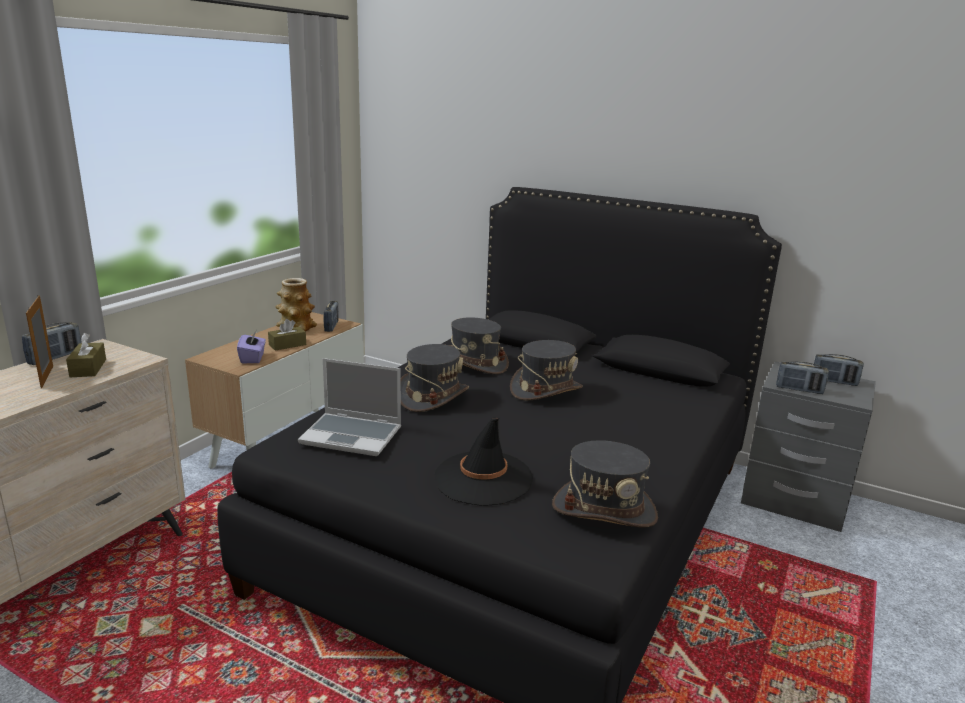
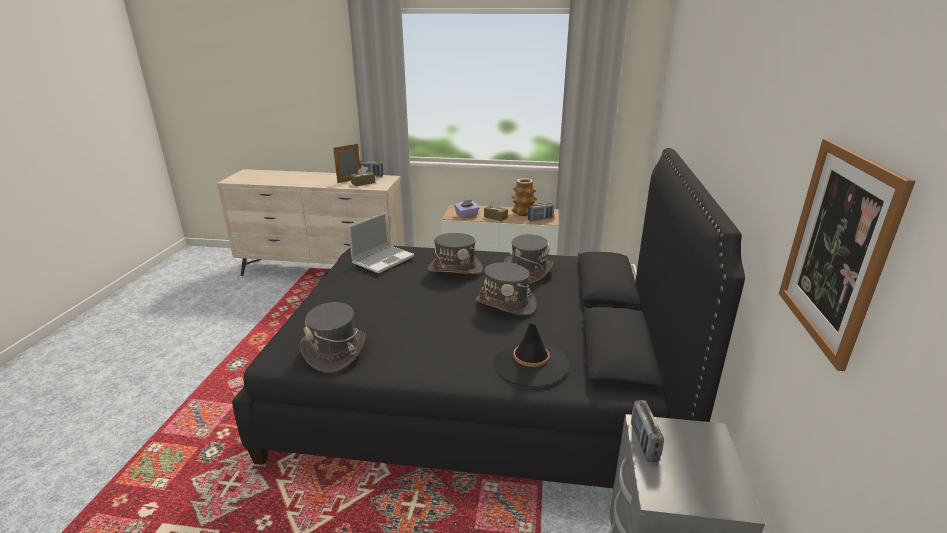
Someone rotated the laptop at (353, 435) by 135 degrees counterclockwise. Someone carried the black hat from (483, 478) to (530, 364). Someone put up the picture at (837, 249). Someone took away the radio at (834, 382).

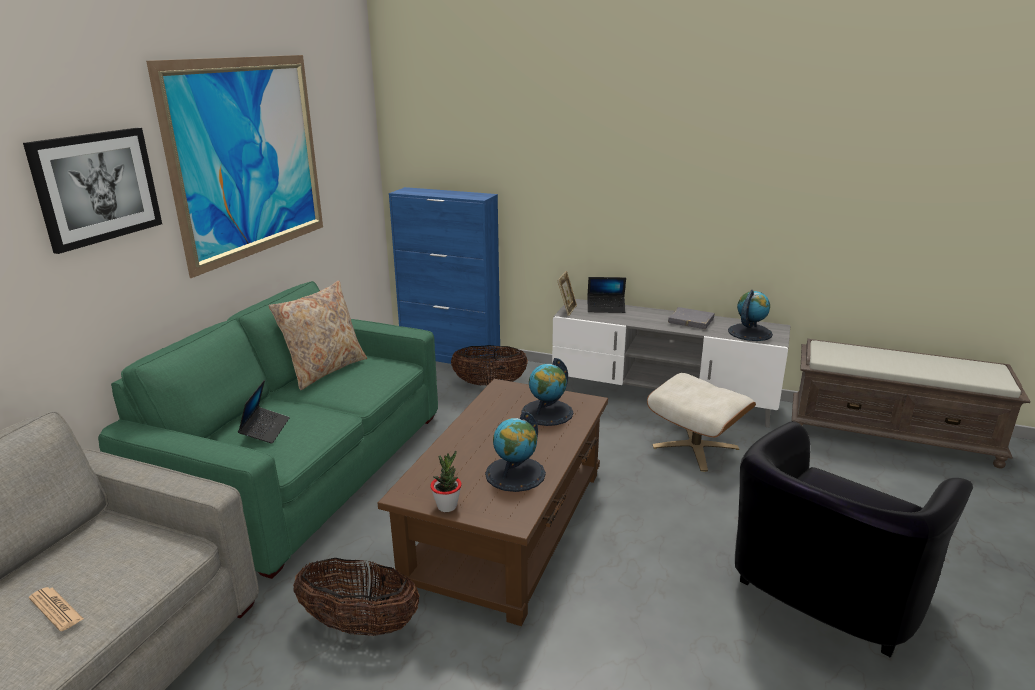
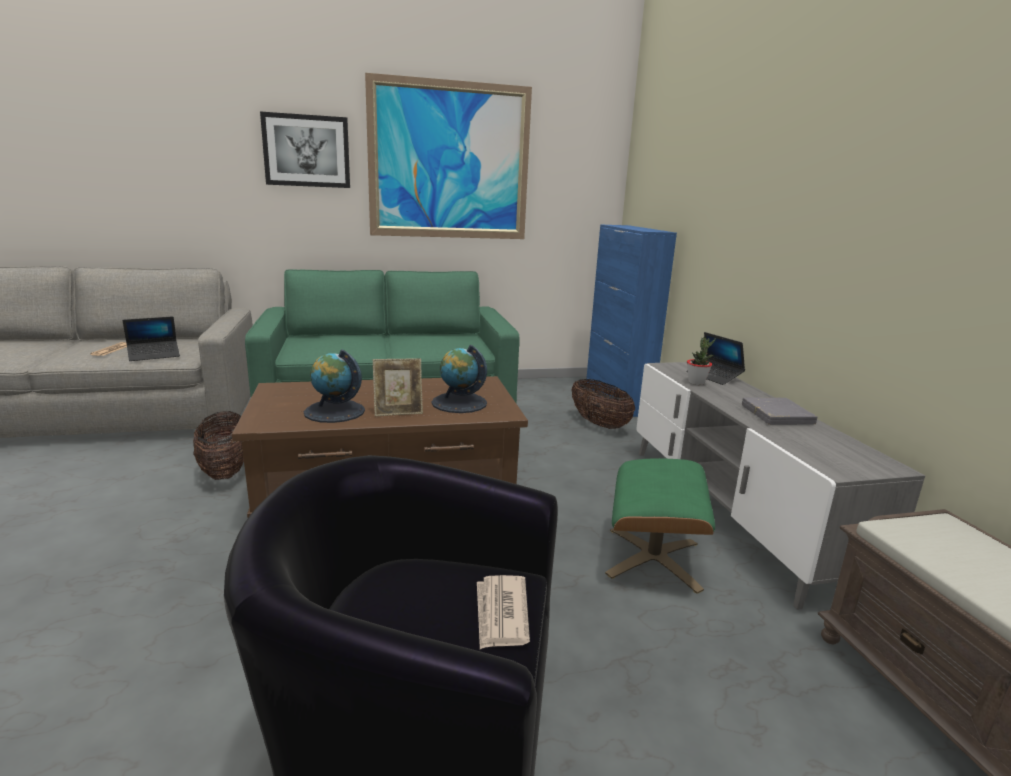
Someone carried the laptop from (265, 430) to (154, 355). Someone carried the picture frame from (567, 310) to (398, 412). Someone put down the newspaper at (501, 614). Someone repainted the beige ottoman at (696, 447), which became the green ottoman at (654, 558). Someone carried the potted plant from (447, 506) to (696, 382). Someone took away the beige pillow at (325, 370). Someone took away the globe at (749, 332).

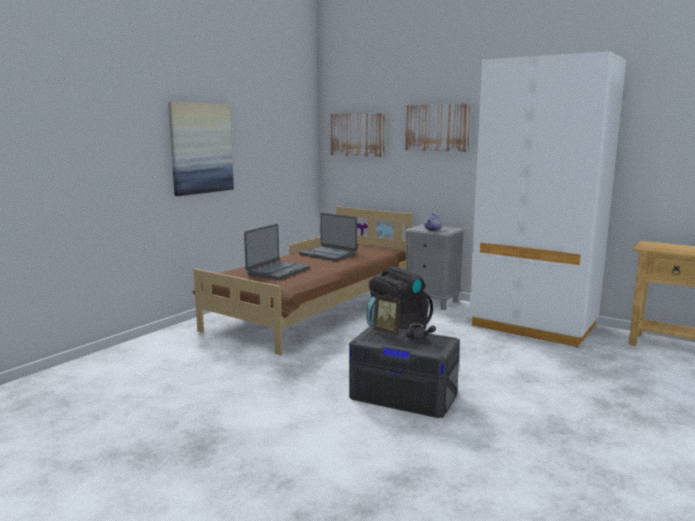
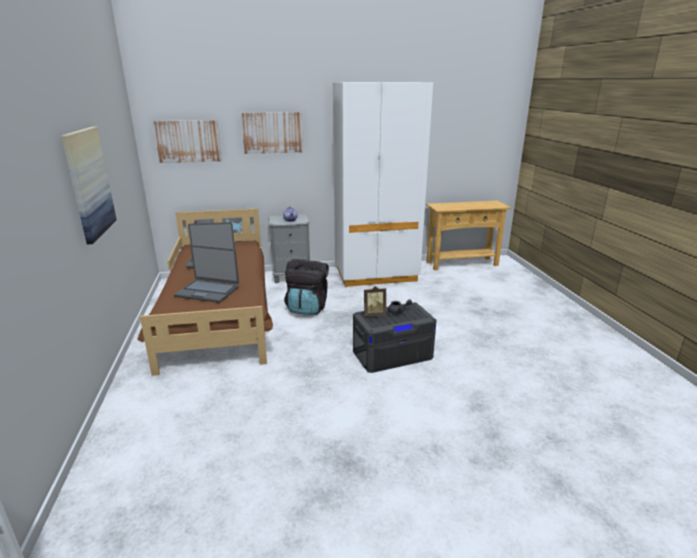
Someone rotated the laptop at (277, 271) by 120 degrees clockwise.

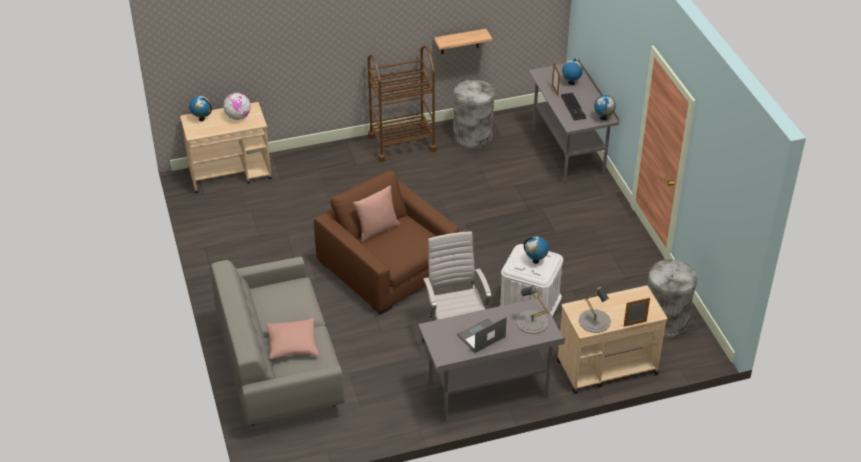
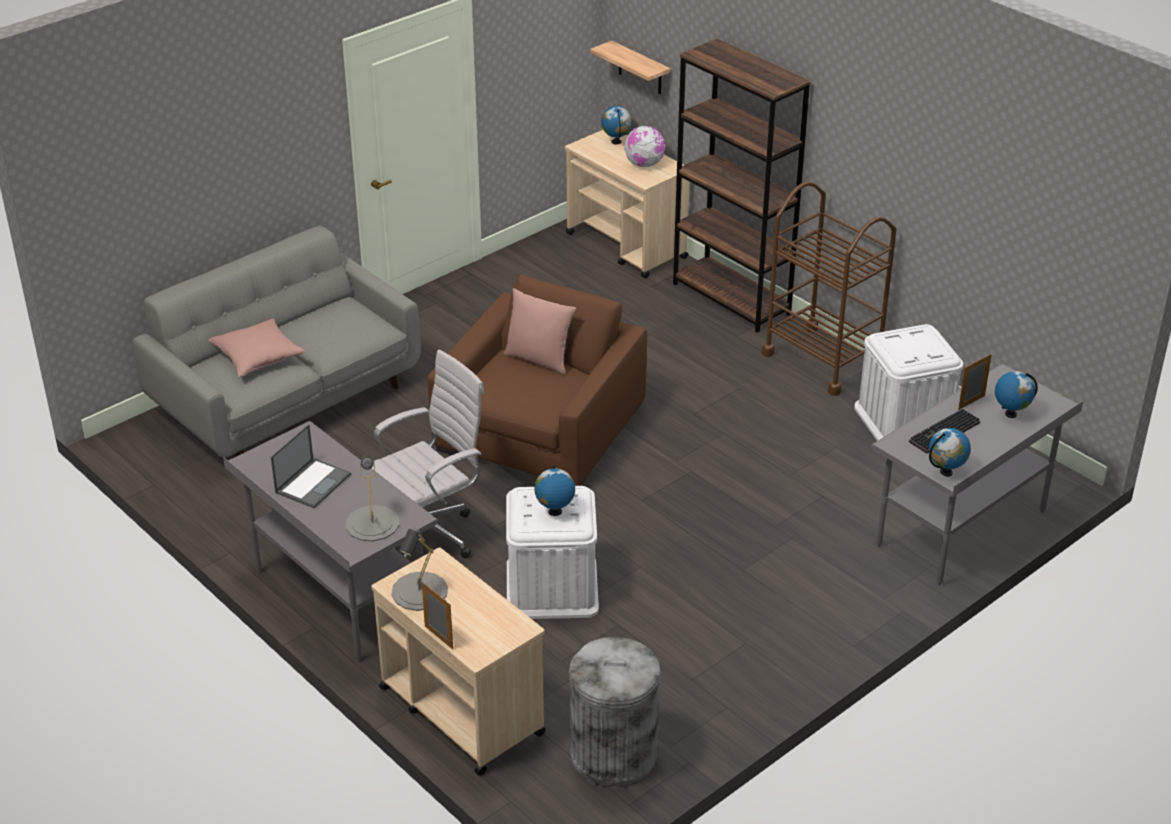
Someone rotated the laptop at (481, 336) by 90 degrees clockwise. Someone carried the shelf from (460, 41) to (640, 69). Someone put down the brown bookcase at (731, 299). Someone swapped the grey trash can at (473, 136) for the white storage box at (904, 420).

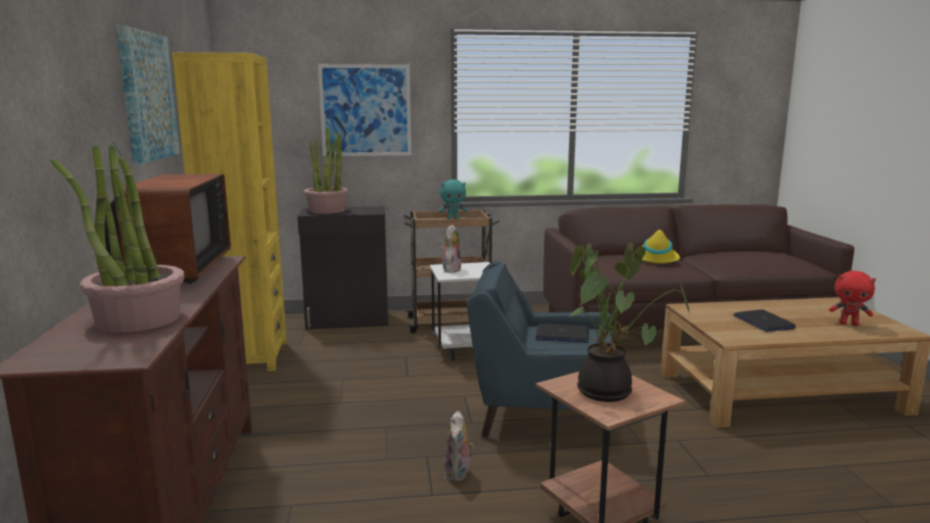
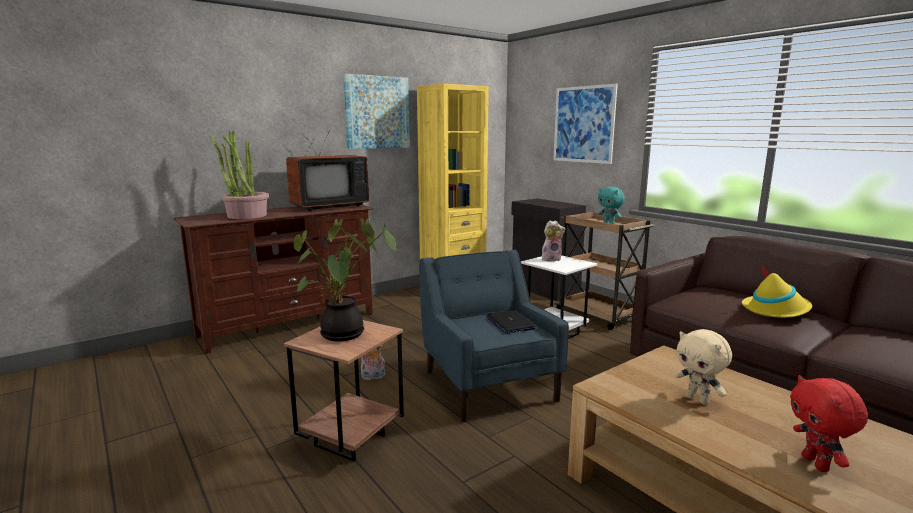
Someone swapped the laptop at (763, 322) for the beige plush toy at (698, 400). Someone took away the potted plant at (327, 210).

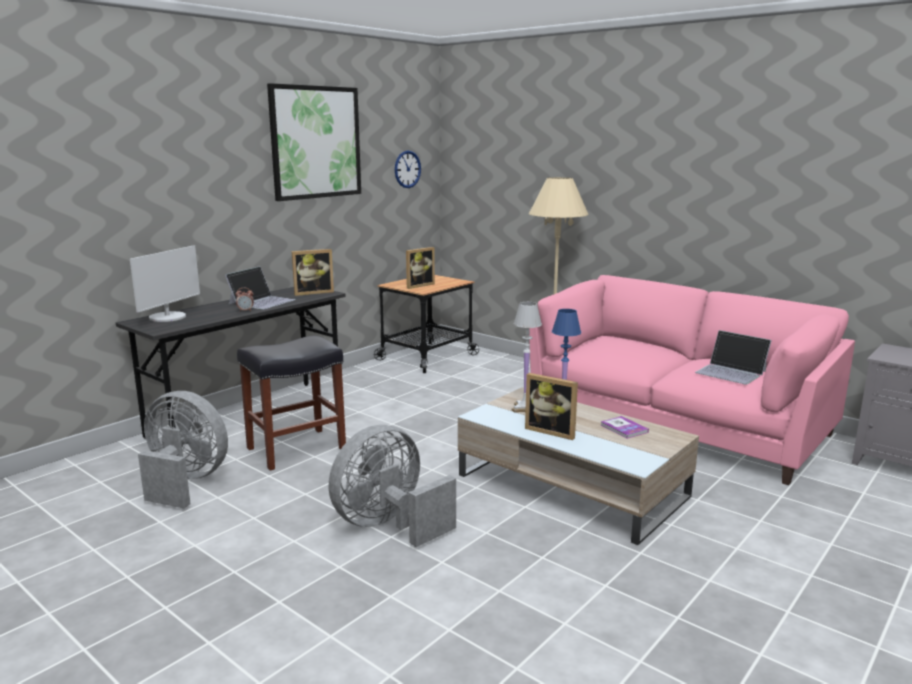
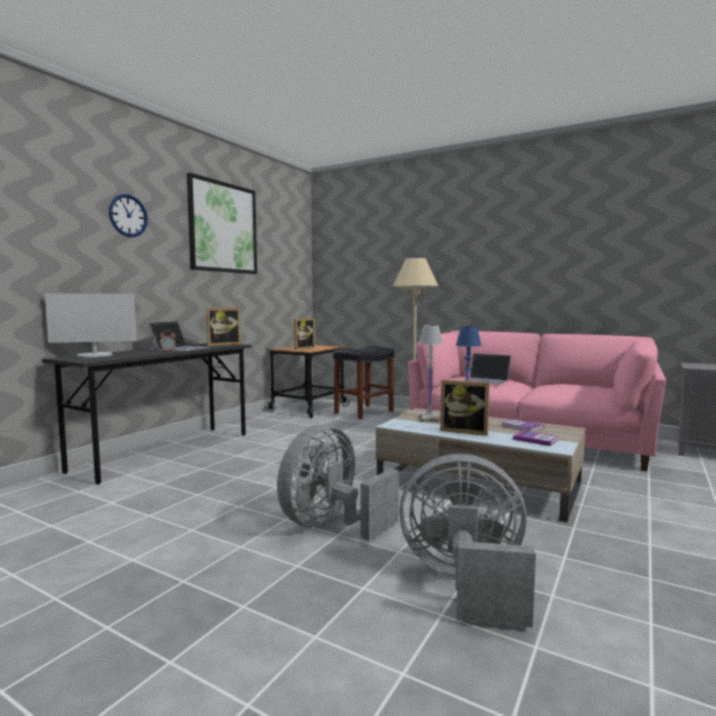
Someone rotated the monitor at (168, 317) by 60 degrees clockwise. Someone carried the wall clock from (407, 169) to (128, 215). Someone carried the black stool from (295, 449) to (363, 412). Someone carried the grey fan from (185, 482) to (465, 583). Someone carried the laptop from (731, 372) to (486, 380). Someone put down the book at (535, 439).

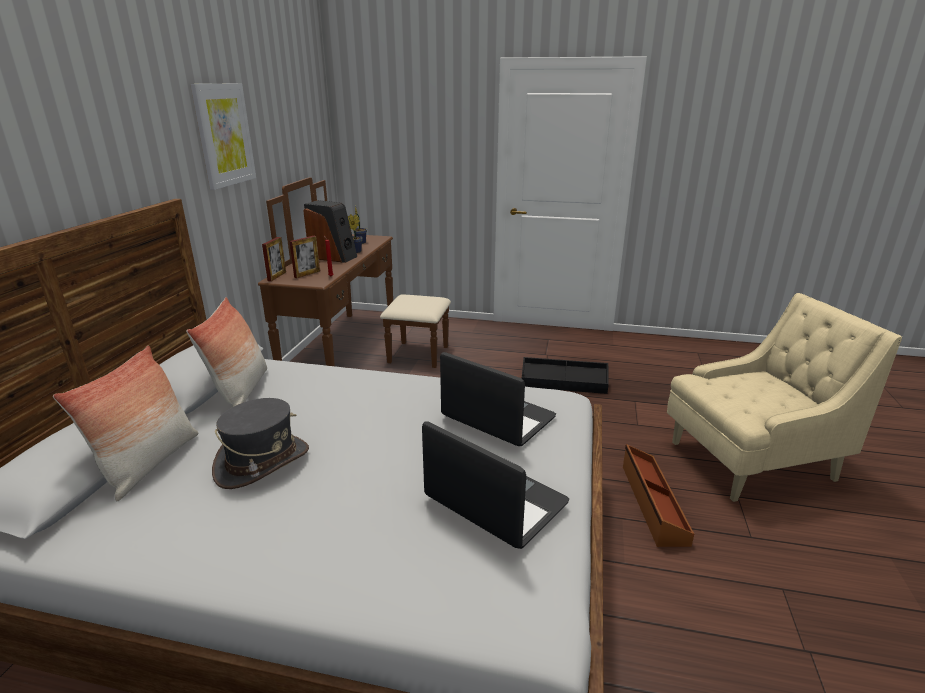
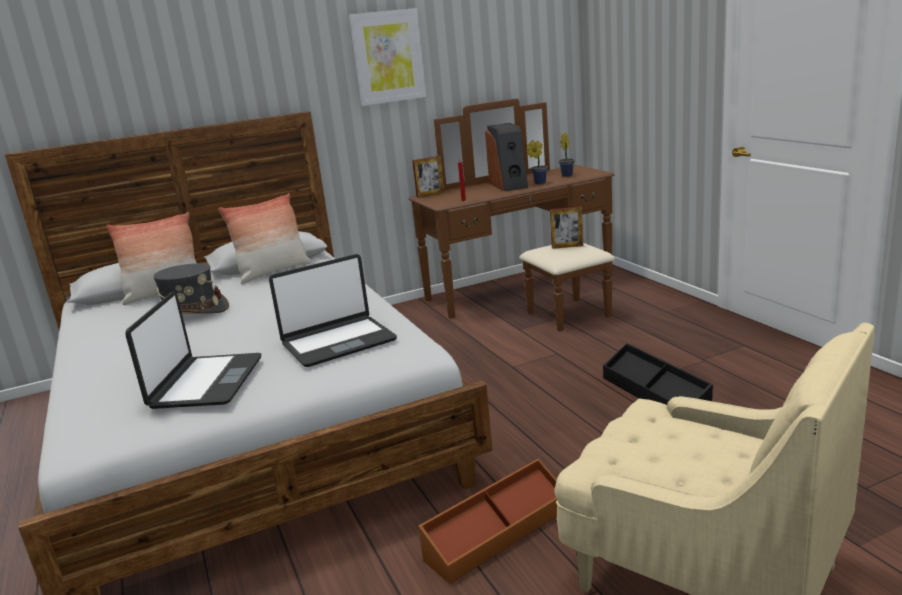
Someone rotated the laptop at (497, 418) by 60 degrees clockwise. Someone carried the picture frame from (307, 274) to (567, 246).

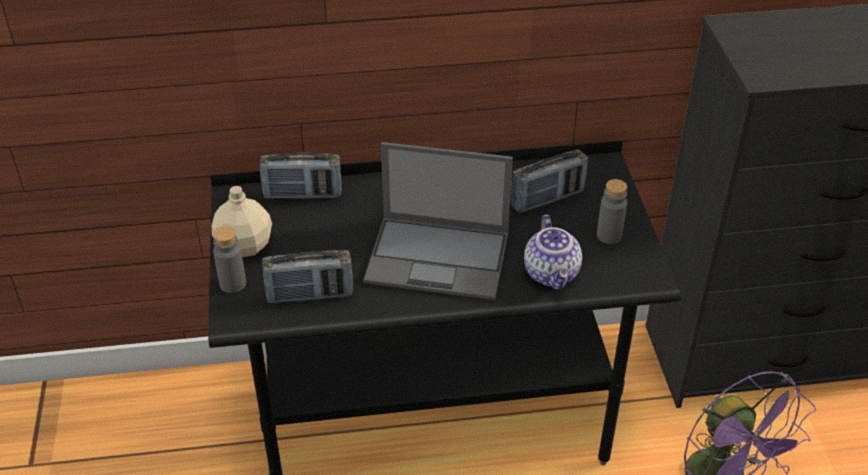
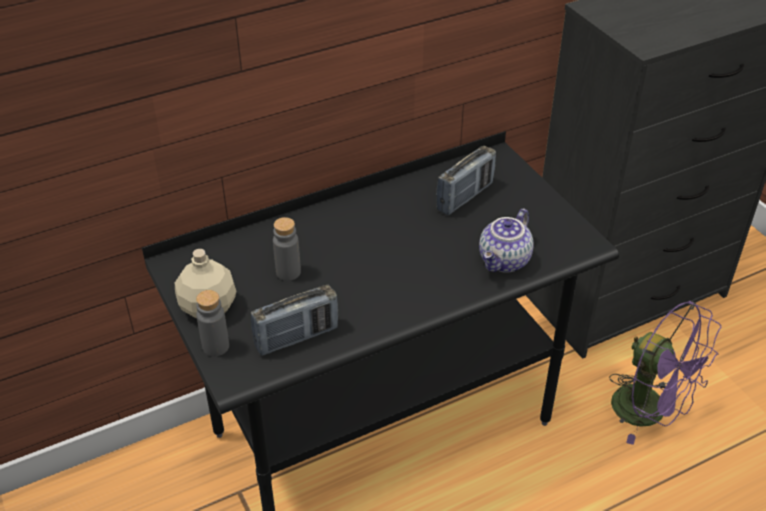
Someone carried the grey bottle from (609, 235) to (288, 272). Someone rotated the teapot at (553, 274) by 60 degrees clockwise. Someone took away the radio at (302, 194). Someone took away the laptop at (439, 257).

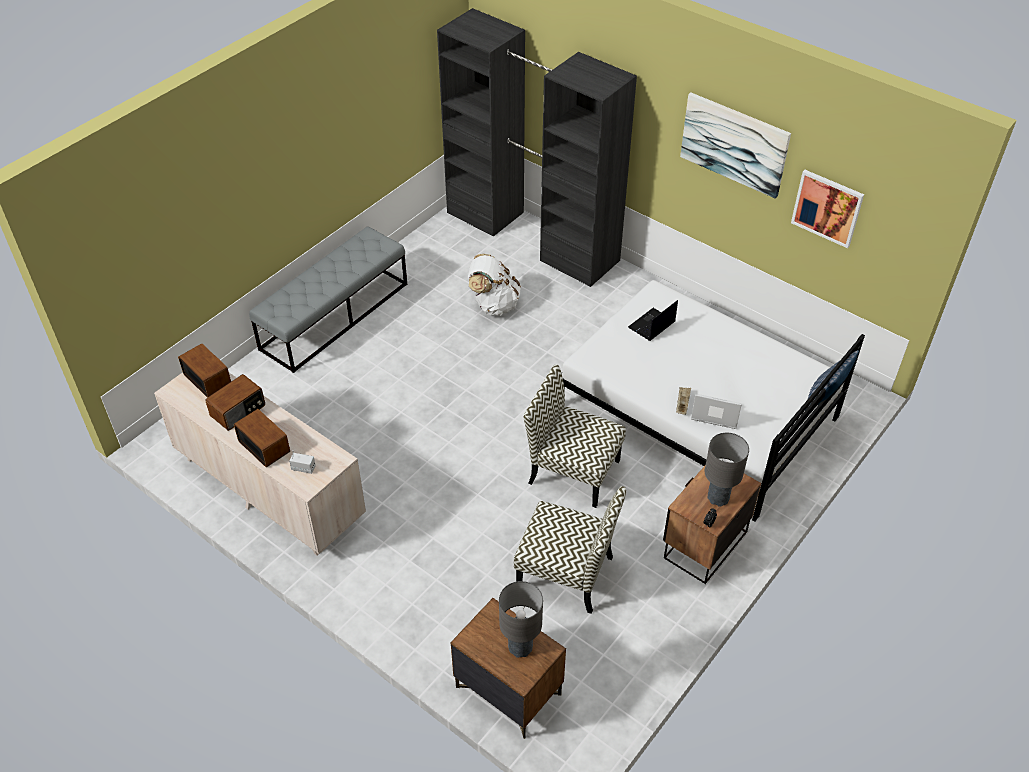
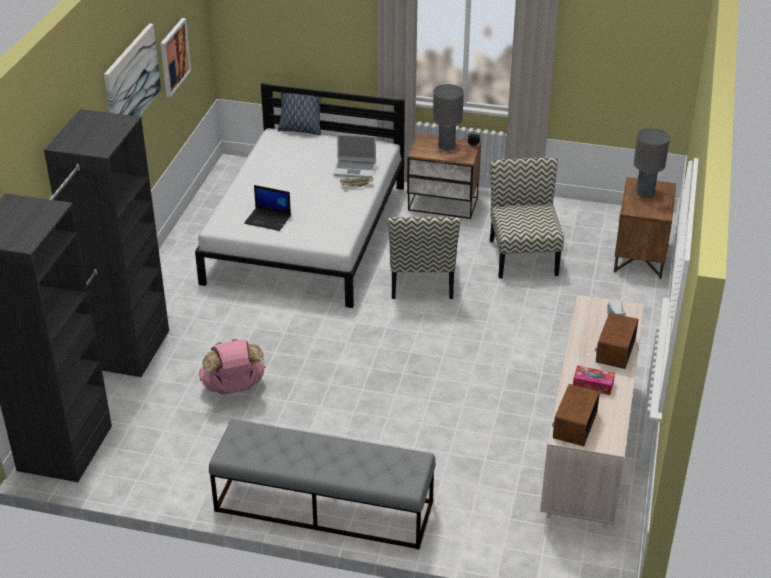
Someone repainted the white backpack at (494, 304), which became the pink backpack at (234, 388). Someone rotated the laptop at (715, 413) by 75 degrees counterclockwise. Someone swapped the radio at (239, 411) for the tissue box at (593, 385).

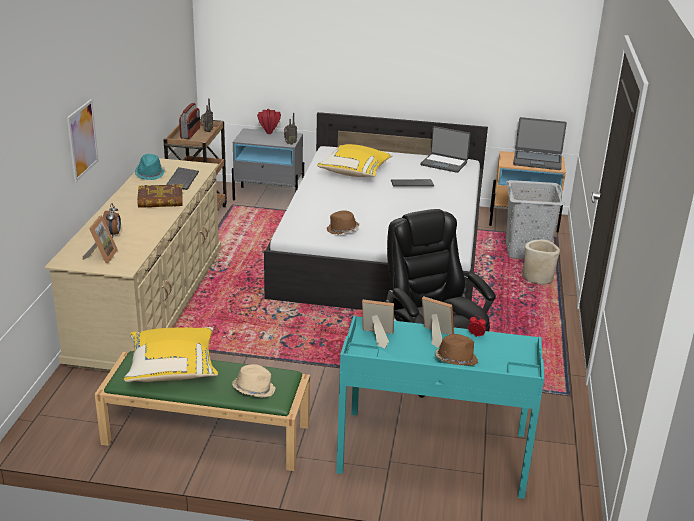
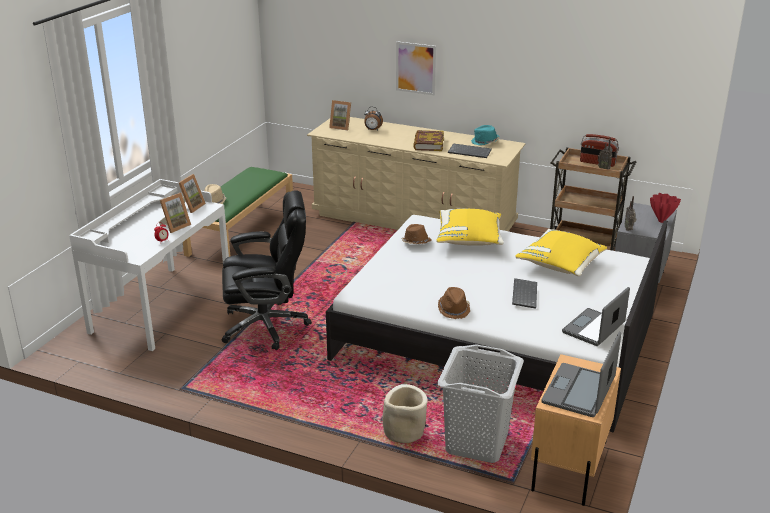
Someone repainted the turquoise desk at (433, 453), which became the white desk at (161, 306). Someone carried the yellow pillow from (173, 368) to (469, 240). Someone carried the brown hat from (455, 360) to (454, 309).

